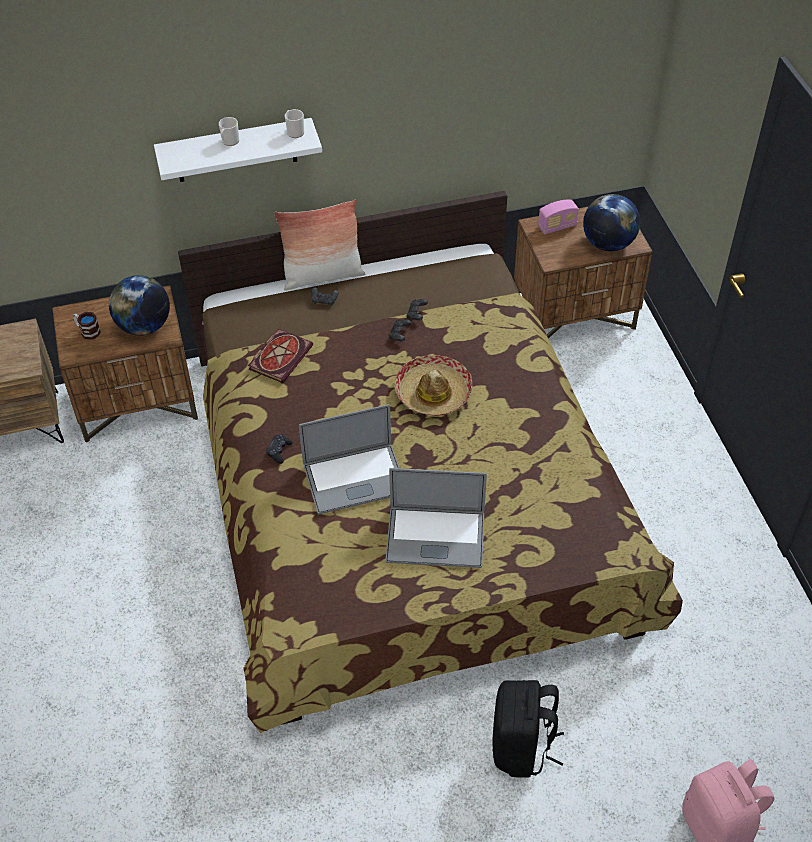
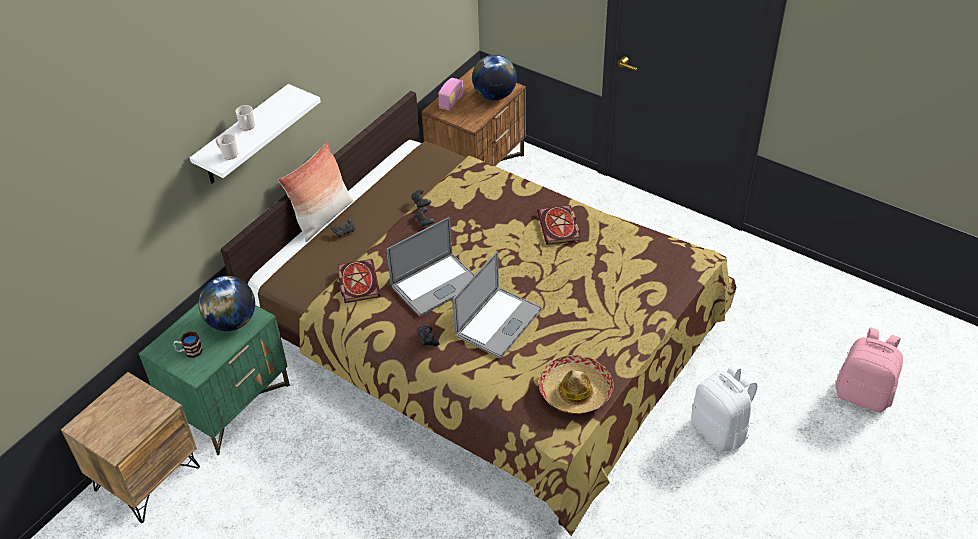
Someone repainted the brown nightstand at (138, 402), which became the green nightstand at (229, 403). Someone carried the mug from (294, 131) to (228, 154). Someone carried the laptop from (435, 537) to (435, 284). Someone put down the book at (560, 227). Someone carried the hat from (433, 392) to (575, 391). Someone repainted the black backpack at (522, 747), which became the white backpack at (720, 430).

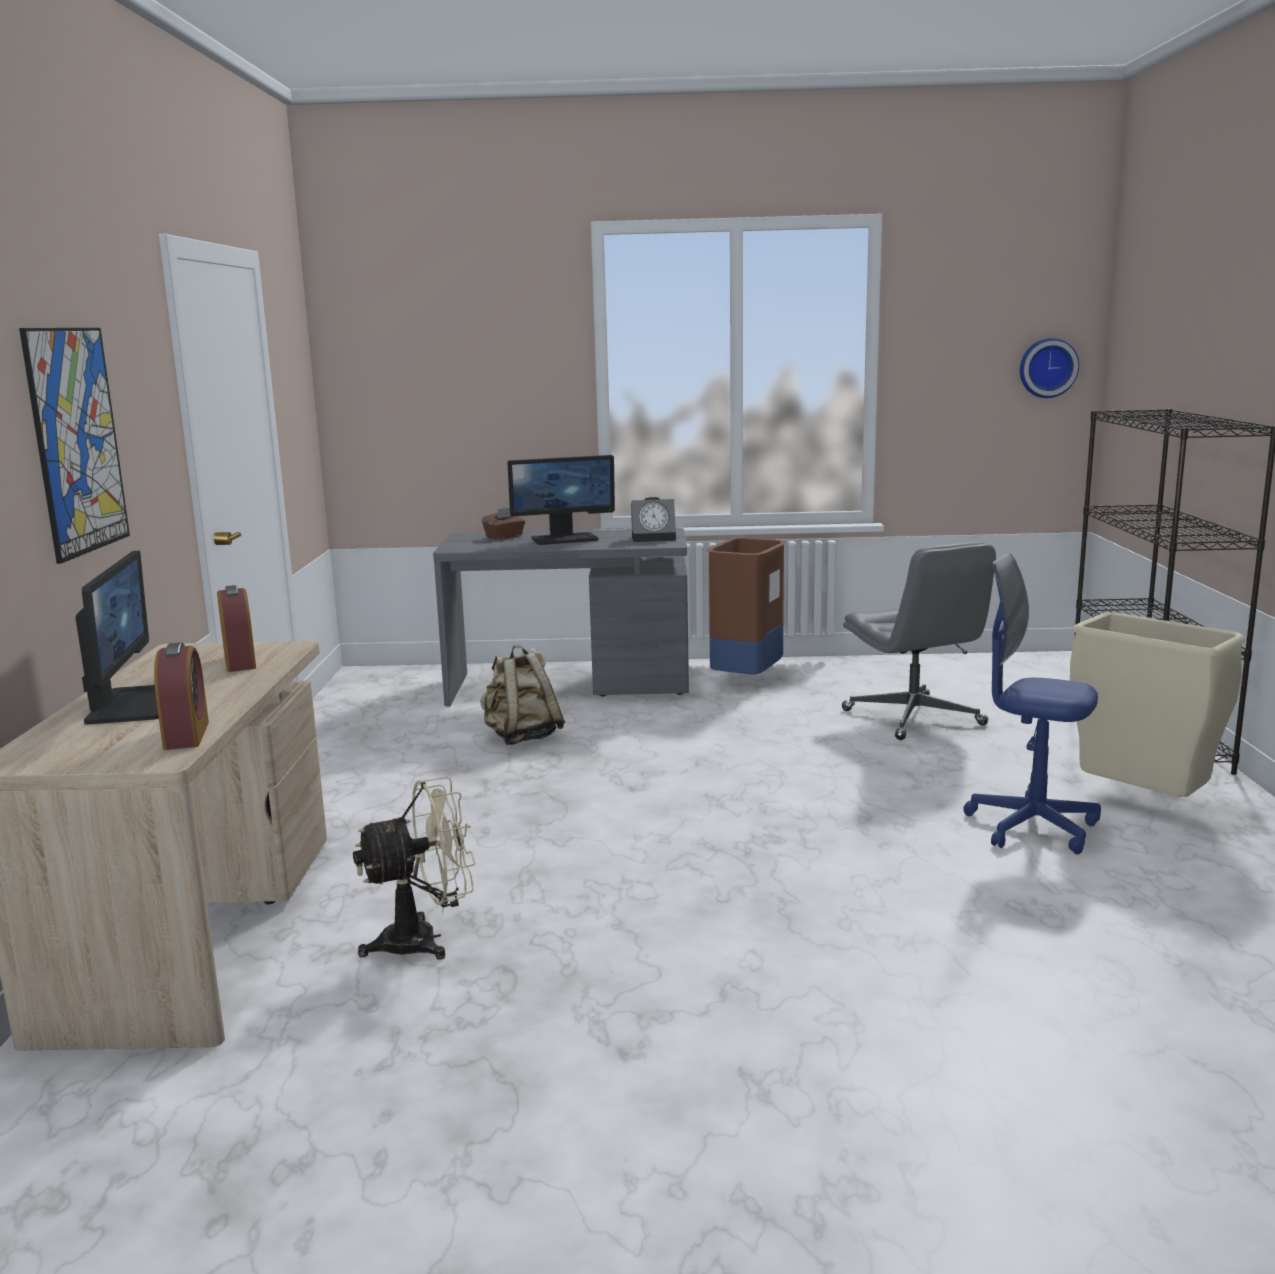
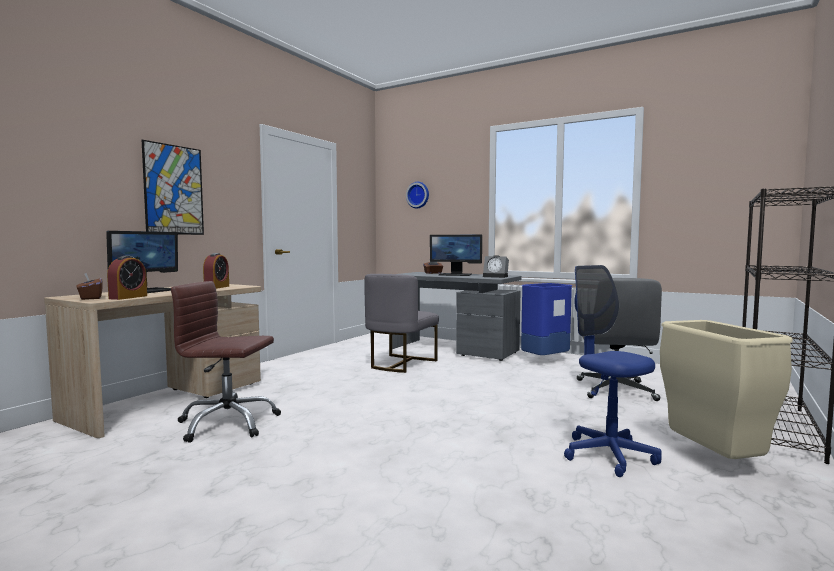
Someone put down the brown tissue box at (90, 298). Someone swapped the beige fan at (424, 940) for the brown office chair at (227, 424). Someone swapped the beige backpack at (522, 737) for the grey chair at (400, 364). Someone carried the wall clock from (1047, 367) to (418, 195). Someone repainted the brown trash can at (746, 679), which became the blue trash can at (544, 360).

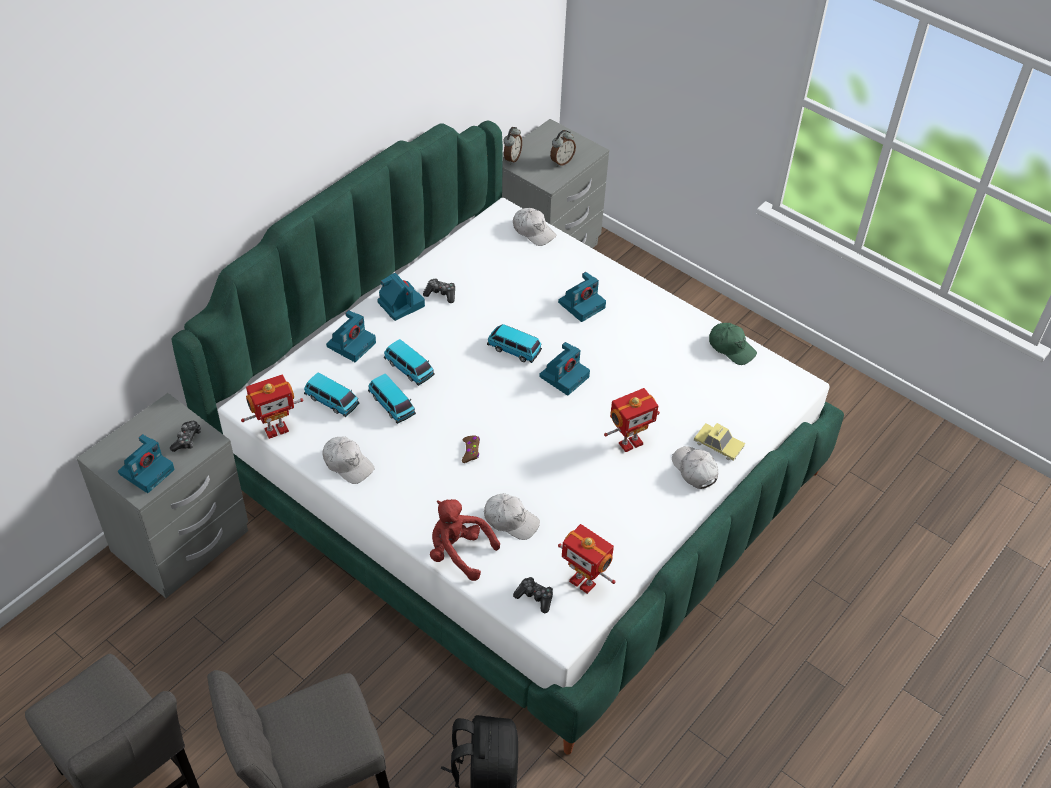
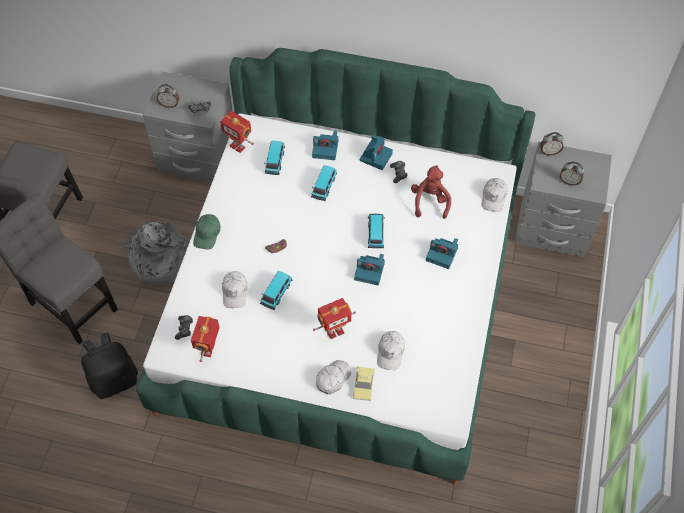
Someone put down the grey backpack at (158, 260). Someone swapped the photo camera at (147, 470) for the alarm clock at (169, 104). Someone carried the green cap from (731, 348) to (207, 234). Someone carried the toy car from (392, 405) to (276, 293). Someone rotated the toy robot at (629, 442) by 60 degrees counterclockwise. Someone carried the white cap from (348, 464) to (390, 352). Someone carried the red plush toy from (458, 552) to (430, 201).

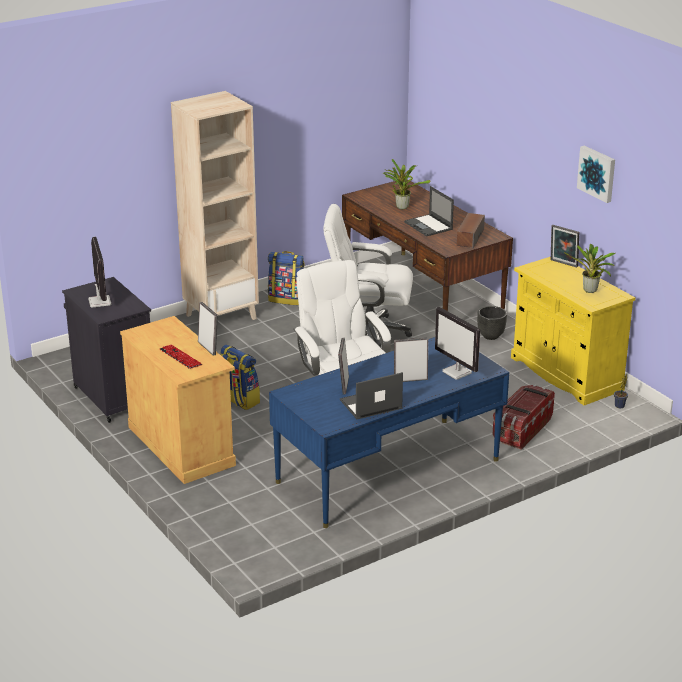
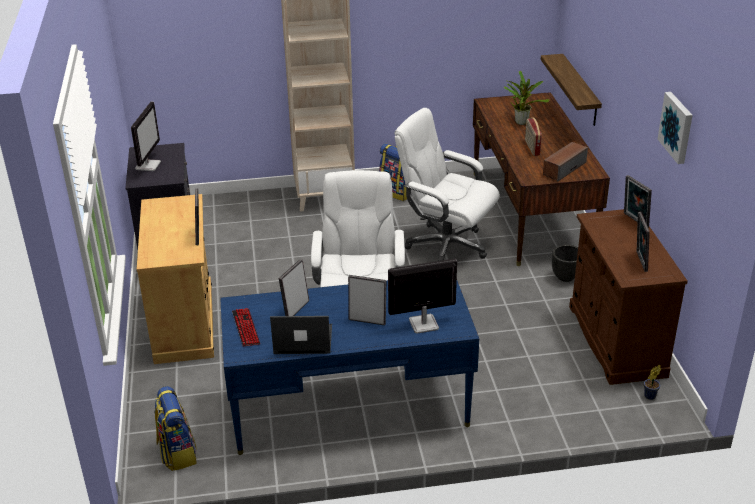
Someone carried the backpack from (238, 400) to (177, 452). Someone carried the keyboard from (180, 357) to (246, 328). Someone rotated the monitor at (457, 372) by 90 degrees clockwise. Someone swapped the laptop at (429, 226) for the radio at (531, 147). Someone put up the shelf at (580, 90). Someone repainted the yellow cabinet at (566, 373), which became the brown cabinet at (616, 340). Someone swapped the potted plant at (590, 291) for the picture frame at (639, 261). Someone took away the storage box at (522, 429).

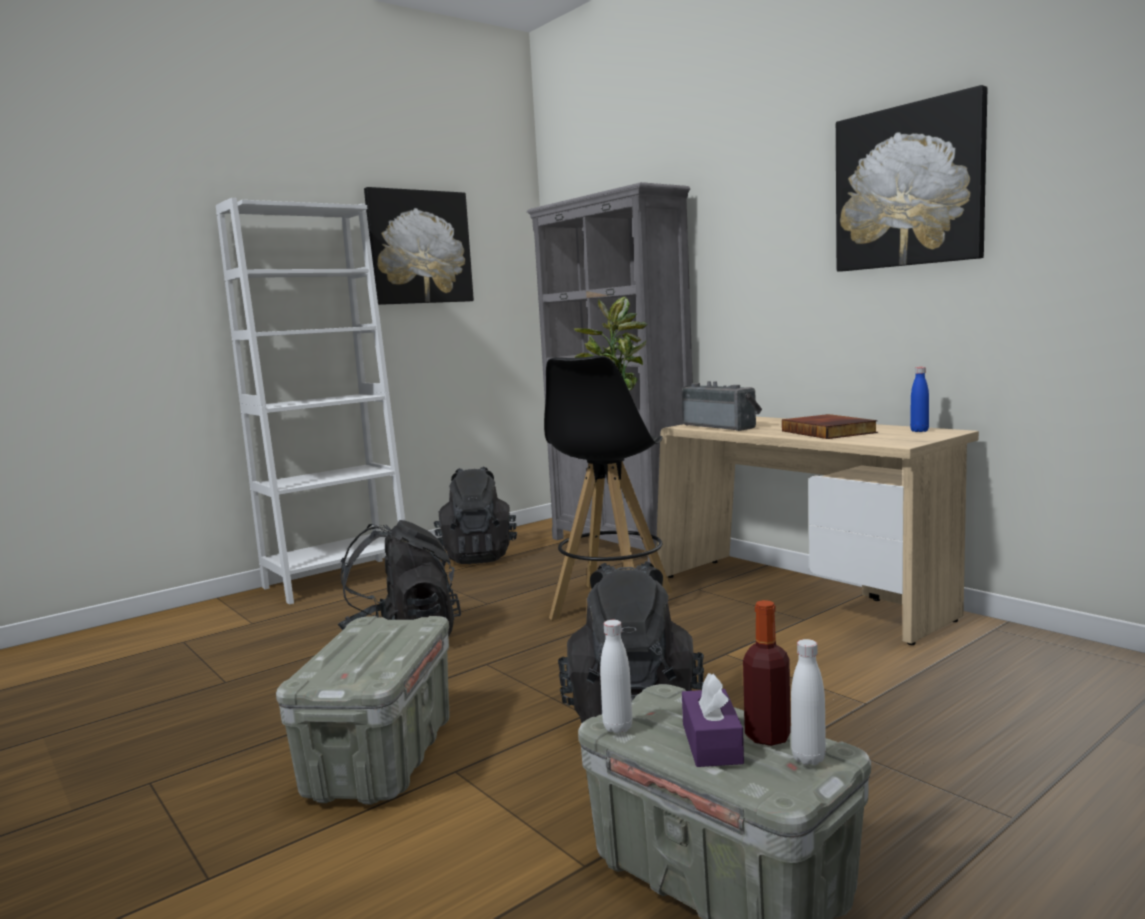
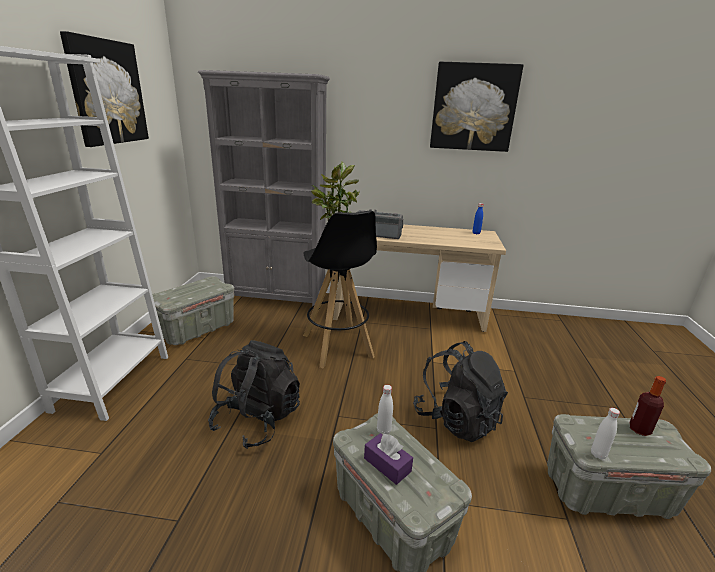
Someone swapped the black backpack at (478, 556) for the grey storage box at (197, 329). Someone carried the purple tissue box from (712, 743) to (387, 465). Someone carried the white bottle from (808, 758) to (383, 431). Someone took away the book at (830, 432).

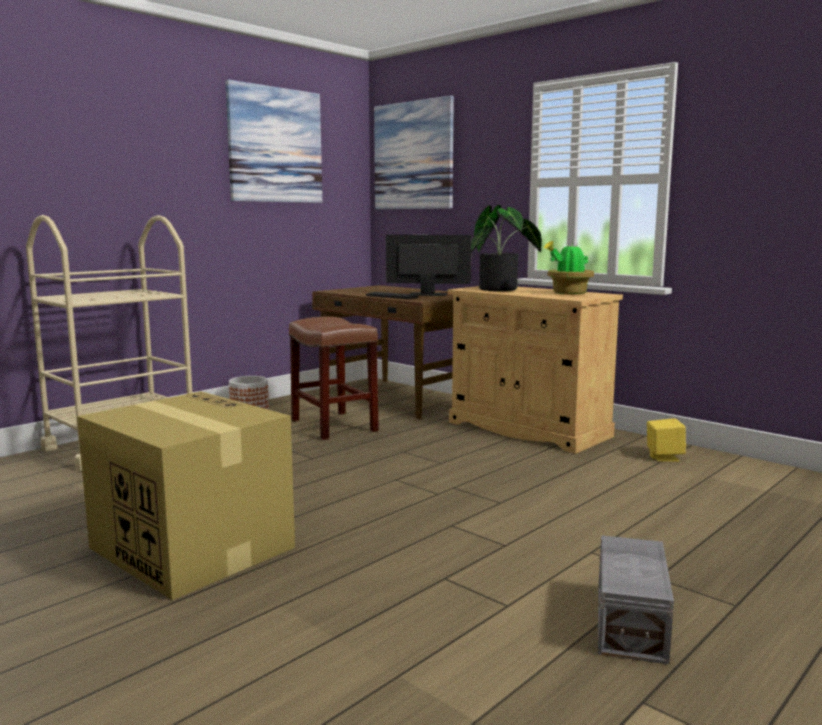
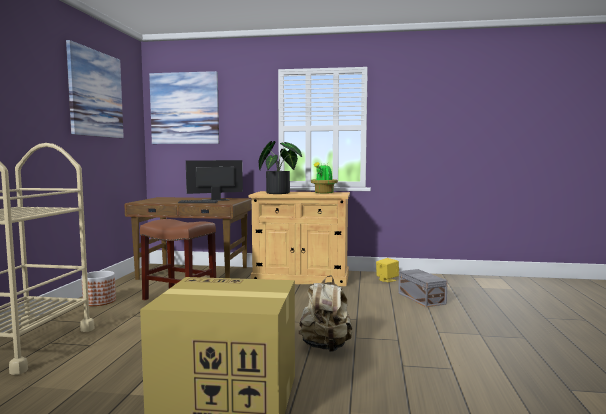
Someone put down the beige backpack at (326, 347). Someone carried the grey storage box from (632, 622) to (421, 298).

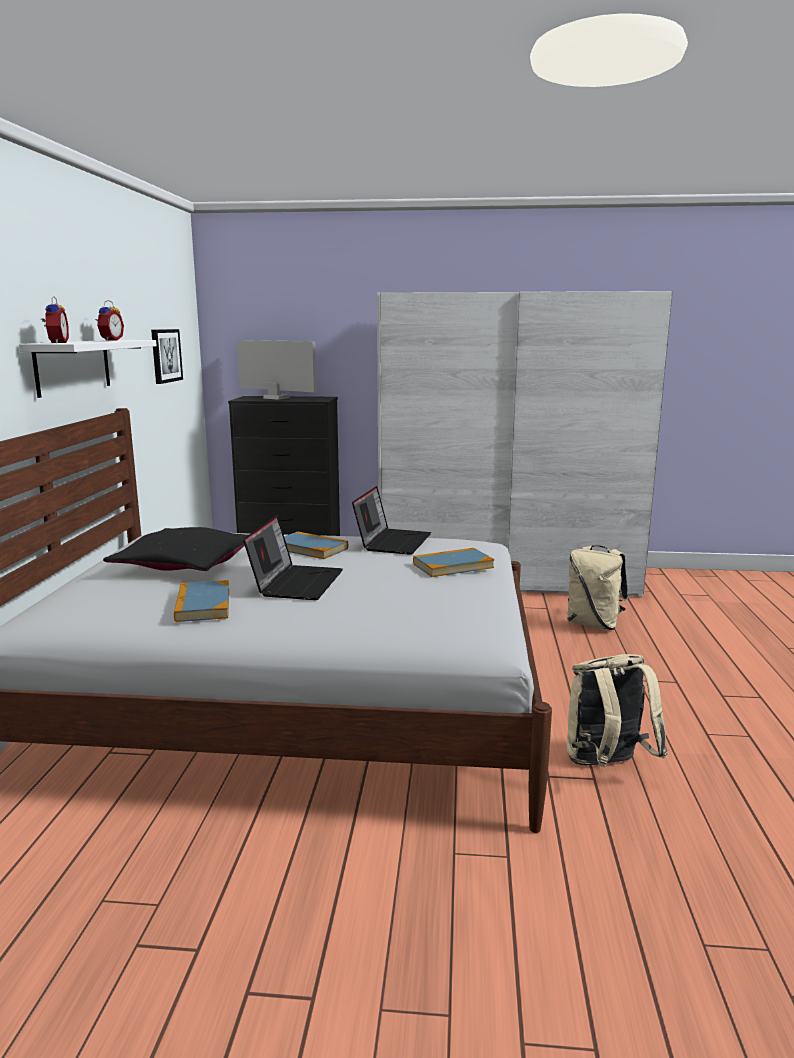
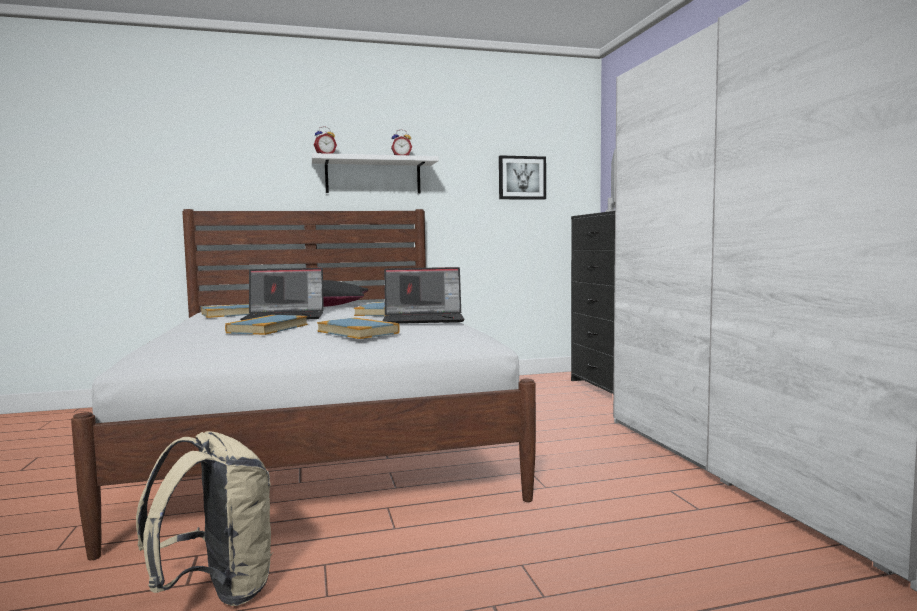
Someone put down the book at (268, 328). Someone took away the beige backpack at (594, 624).

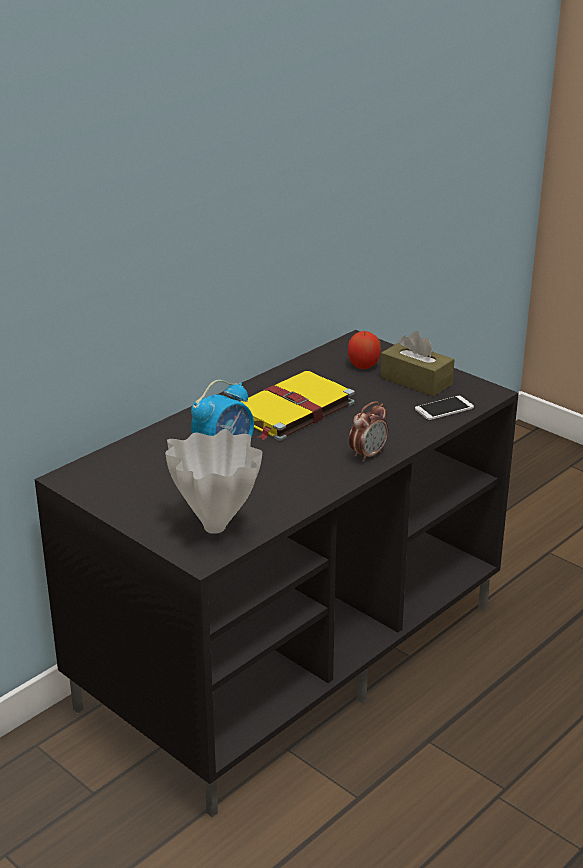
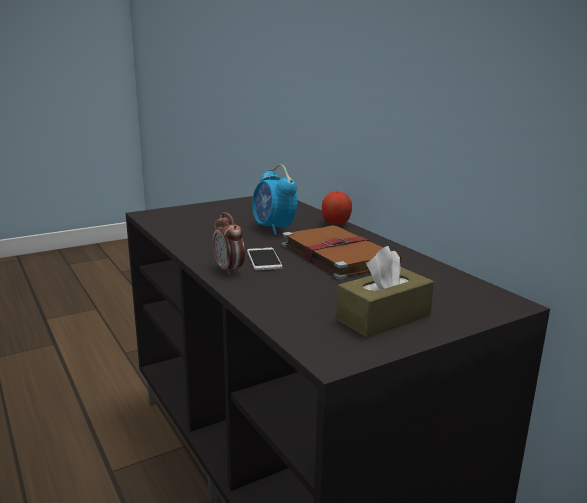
Someone carried the phone from (444, 408) to (264, 259). Someone repainted the yellow book at (291, 410), which became the brown book at (336, 254). Someone carried the apple from (363, 365) to (336, 223). Someone took away the white vase at (216, 528).

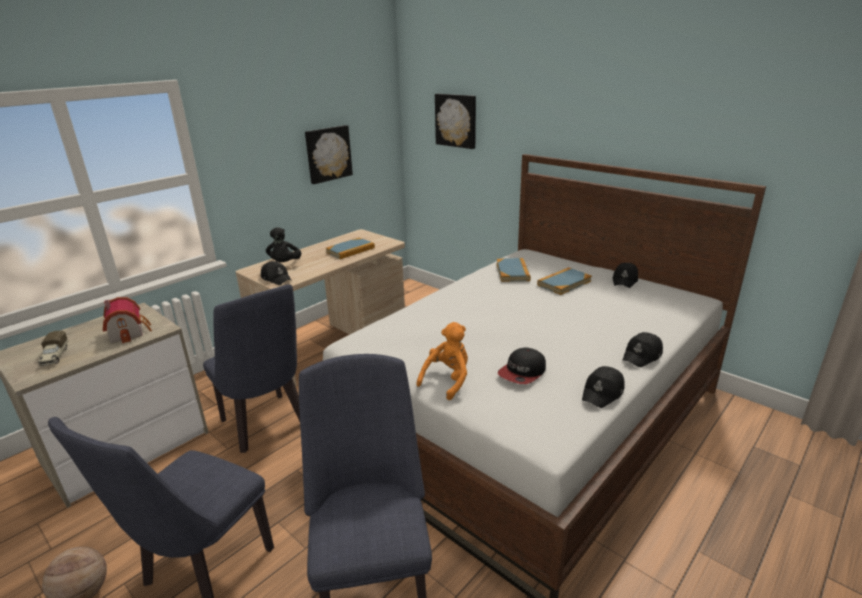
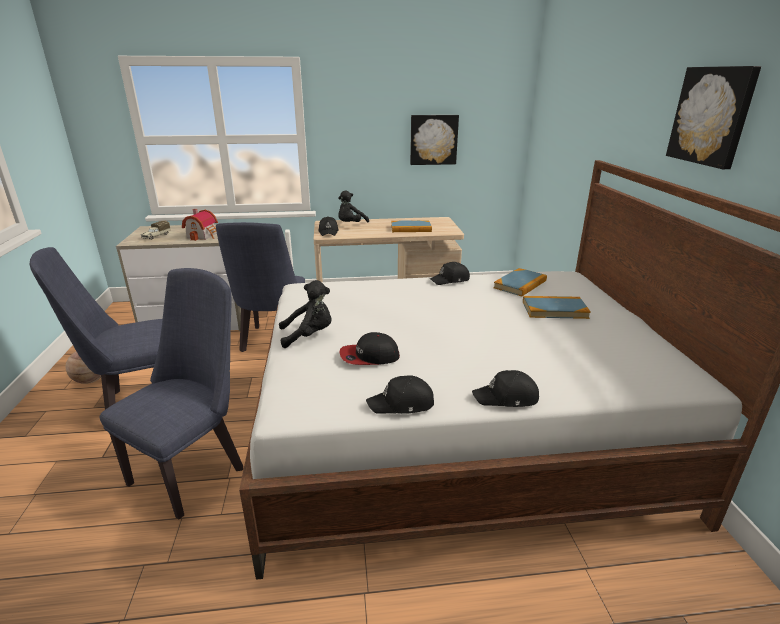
Someone repainted the orange plush toy at (447, 380), which became the black plush toy at (309, 335). Someone carried the black cap from (625, 280) to (450, 280). Someone carried the picture from (456, 120) to (712, 116).

